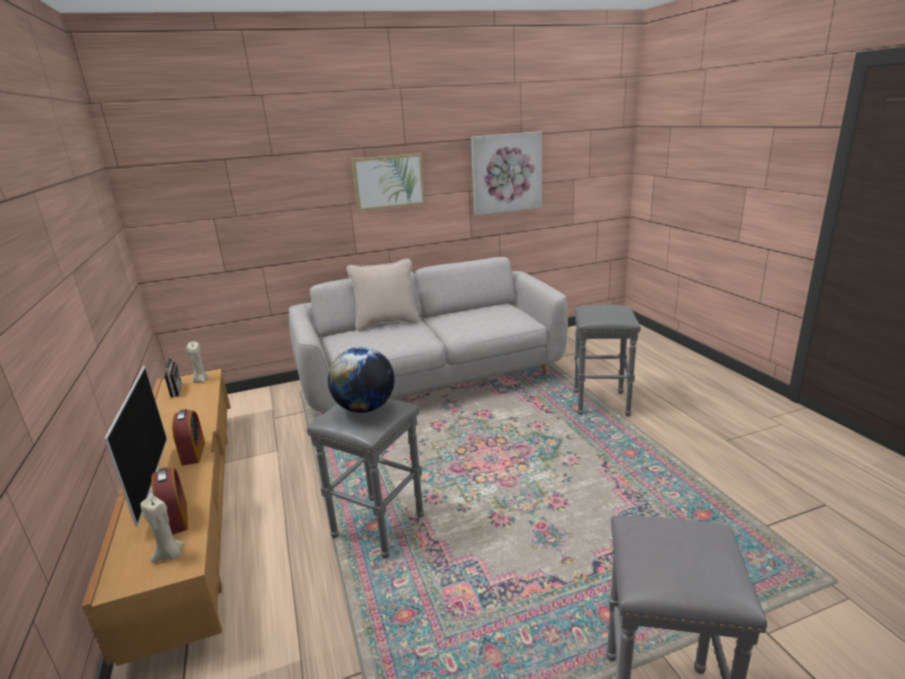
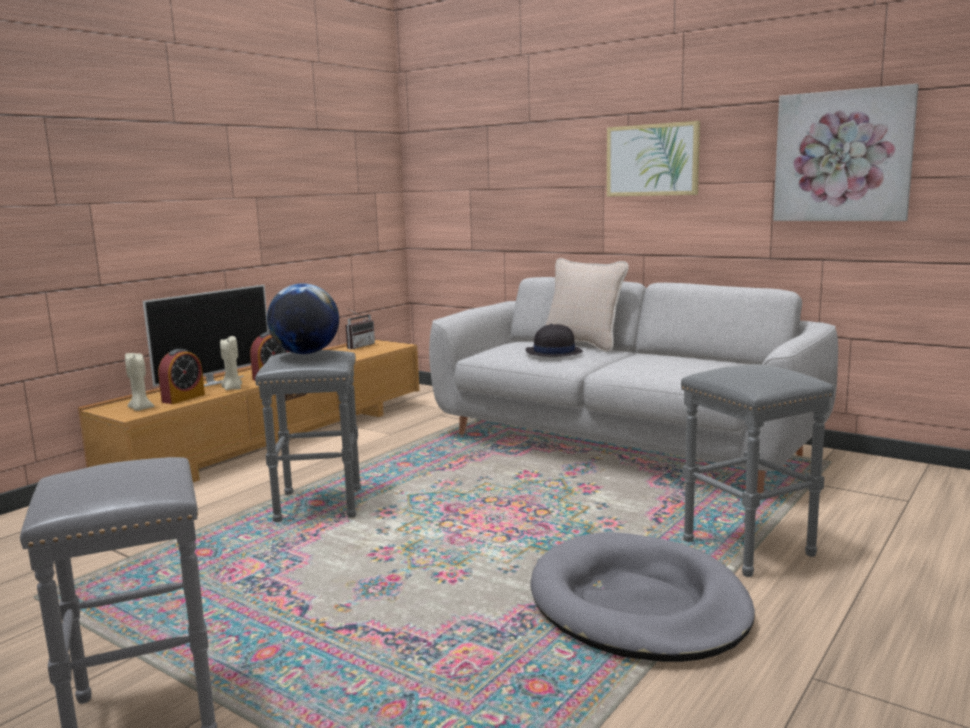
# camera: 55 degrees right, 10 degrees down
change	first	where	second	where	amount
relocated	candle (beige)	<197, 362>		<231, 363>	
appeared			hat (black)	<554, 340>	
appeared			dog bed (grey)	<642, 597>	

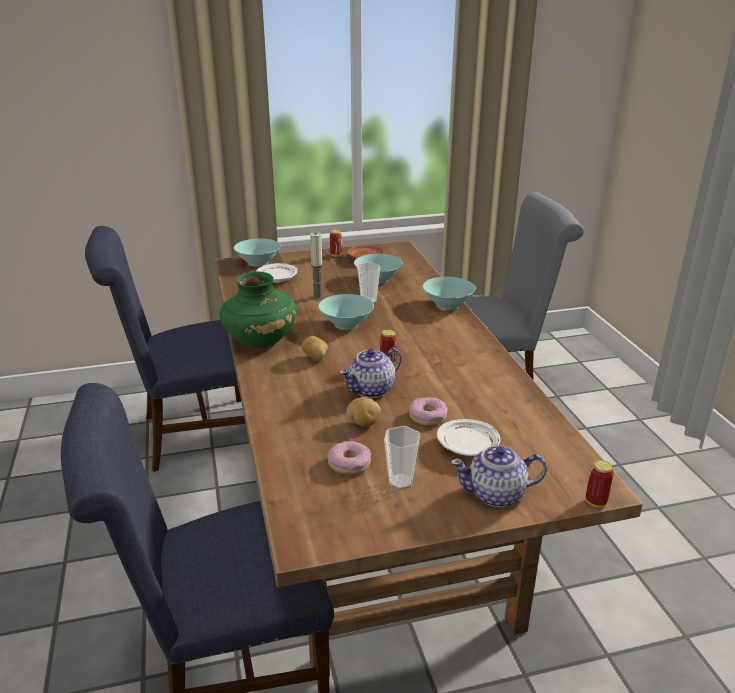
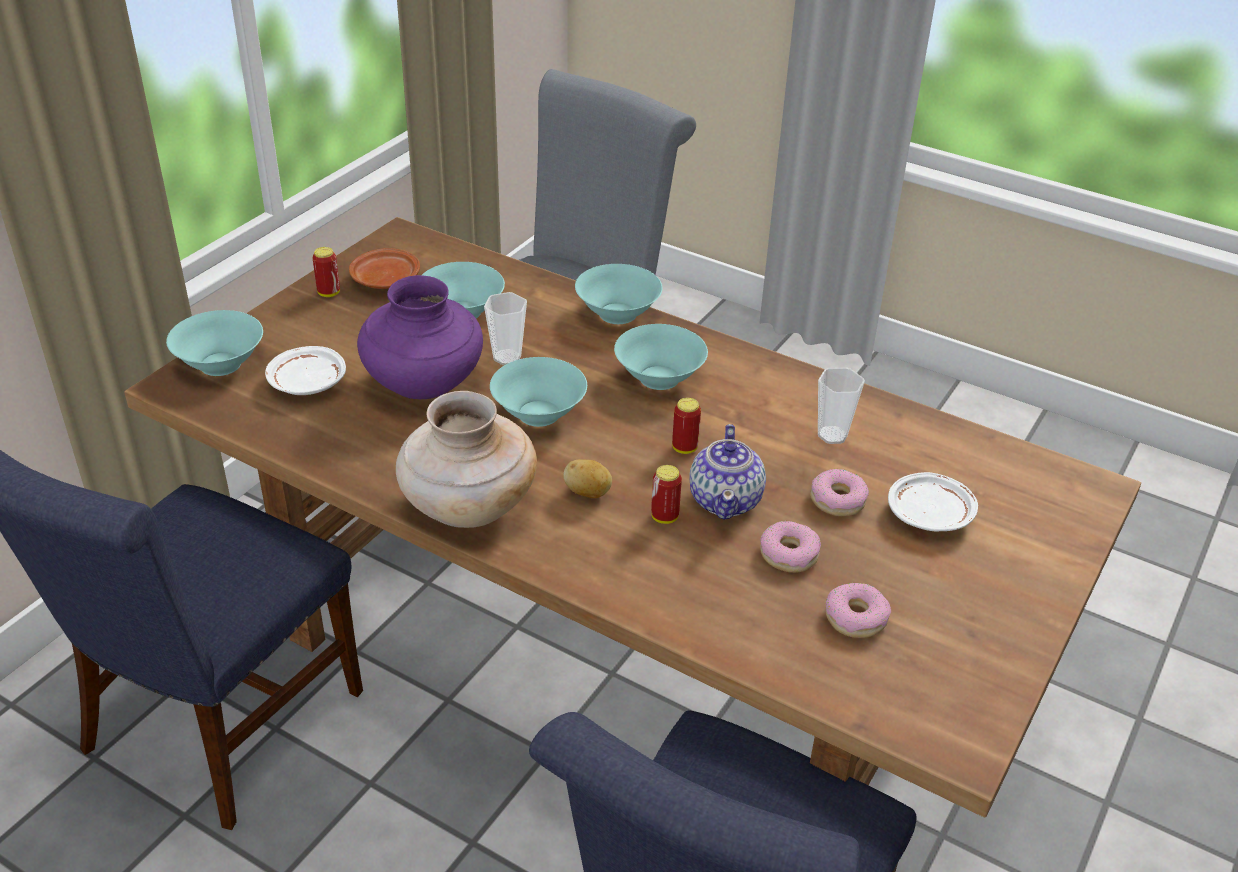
# camera: 45 degrees left, 10 degrees up
change	first	where	second	where	amount
exchanged	candle	<317, 265>	vase (purple)	<420, 337>	
colour	vase (green)	<258, 309>	vase (beige)	<466, 459>	
appeared			bowl (turquoise)	<661, 357>	
relocated	can	<600, 484>		<666, 494>	
exchanged	potato	<363, 412>	donut	<790, 547>	
relocated	cup	<402, 458>		<841, 406>	
missing	teapot	<498, 476>			

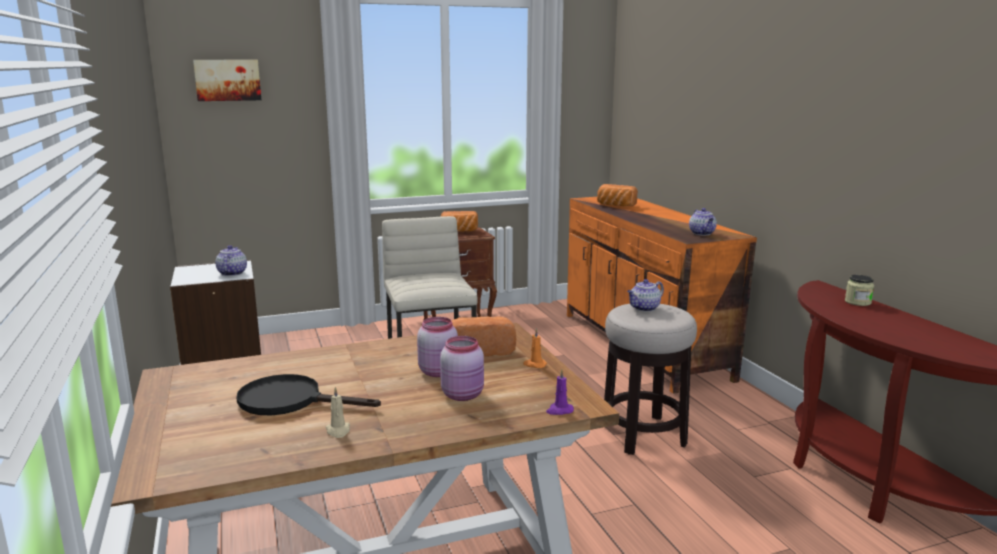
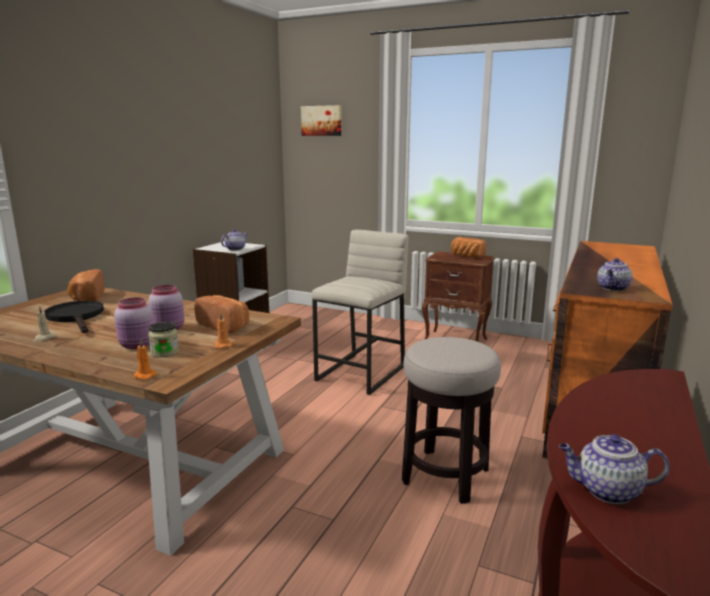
# camera: 45 degrees right, 0 degrees up
change	first	where	second	where	amount
relocated	bread	<617, 195>		<85, 285>	
colour	candle (purple)	<560, 392>	candle (orange)	<145, 359>	
relocated	jar	<859, 290>		<163, 340>	
relocated	teapot	<645, 295>		<614, 469>	

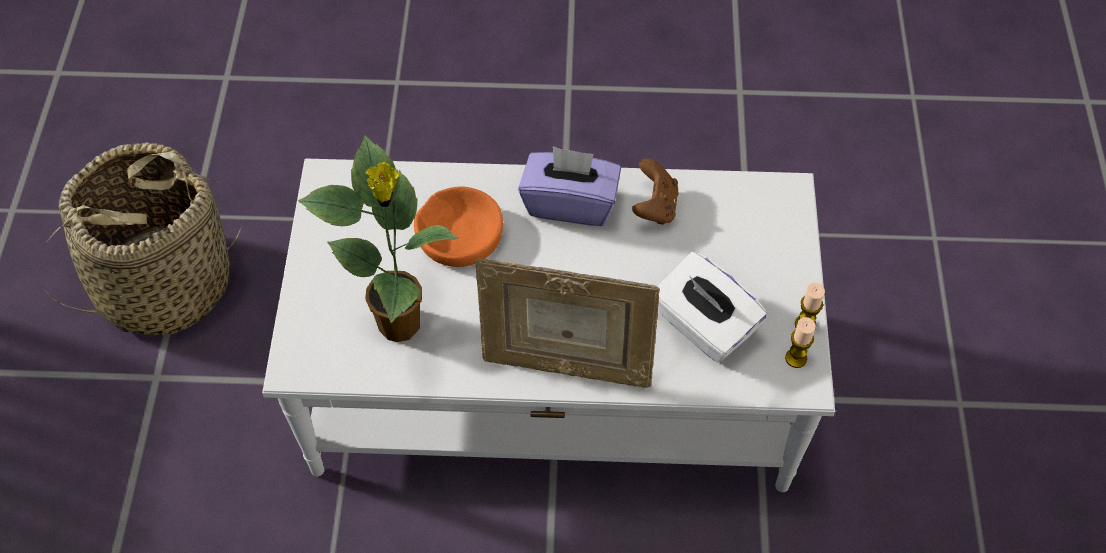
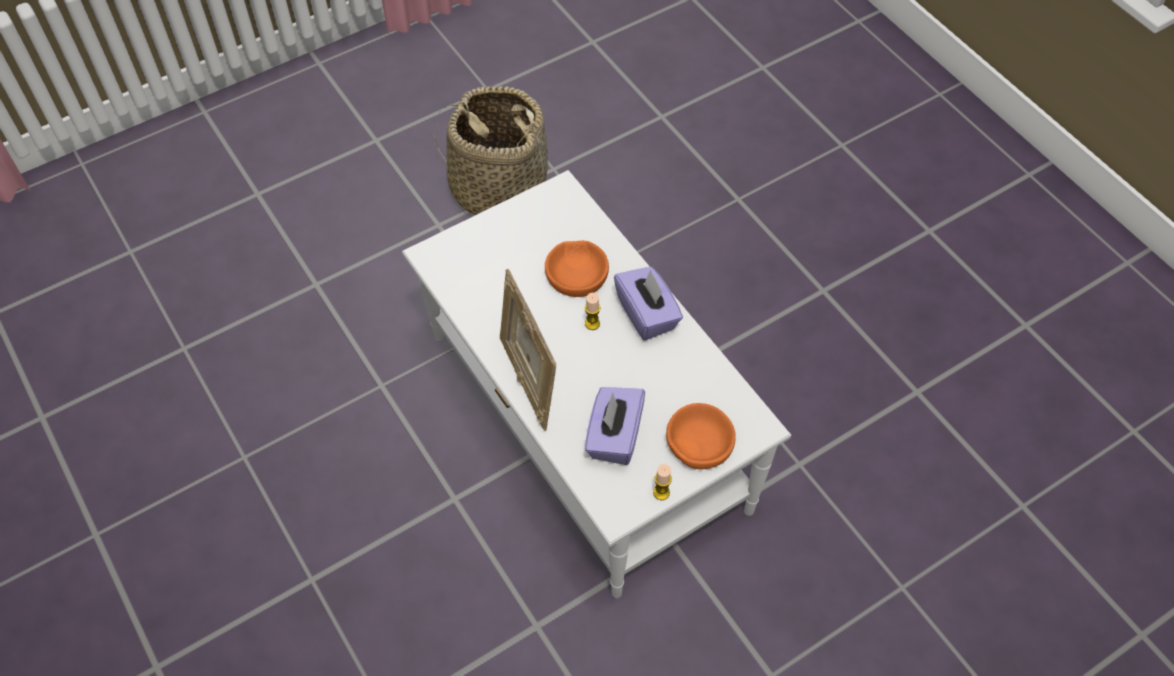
# camera: 55 degrees right, 0 degrees up
change	first	where	second	where	amount
relocated	candle	<800, 342>		<592, 311>	
colour	tissue box (white)	<712, 307>	tissue box (purple)	<615, 426>	
appeared			bowl (orange)	<701, 436>	
missing	potted plant	<378, 238>			
missing	game controller (brown)	<655, 192>			

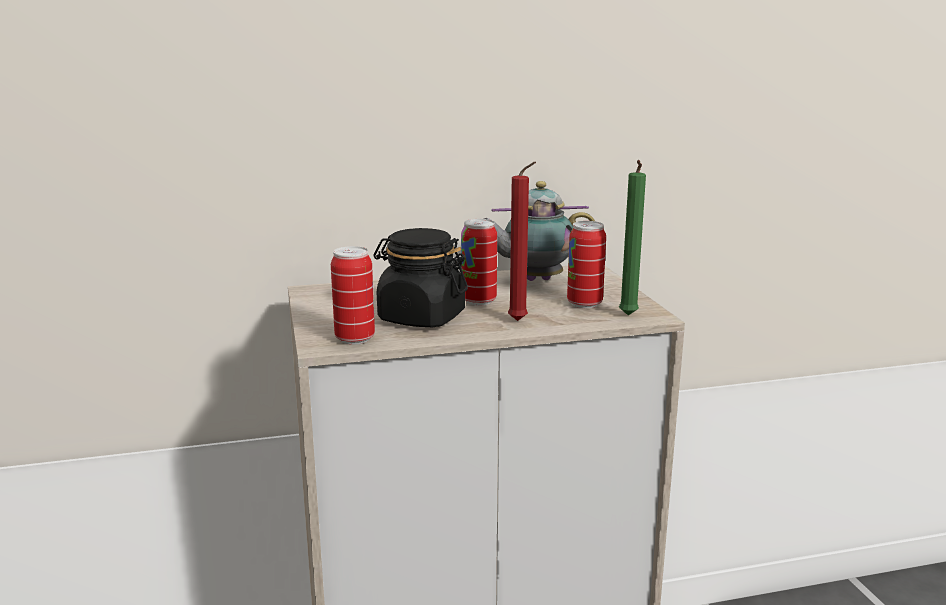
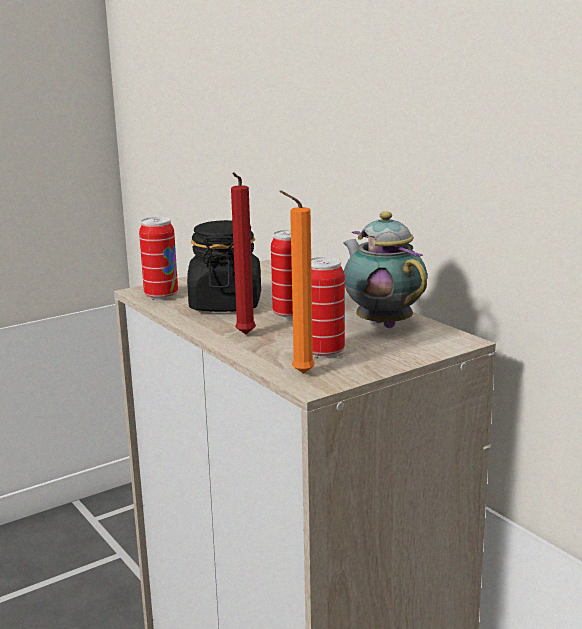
# camera: 70 degrees right, 0 degrees up
change	first	where	second	where	amount
colour	candle (green)	<632, 238>	candle (orange)	<297, 282>	

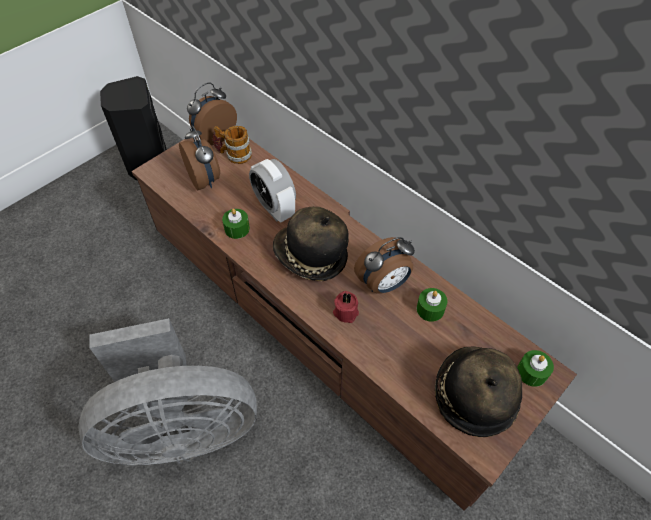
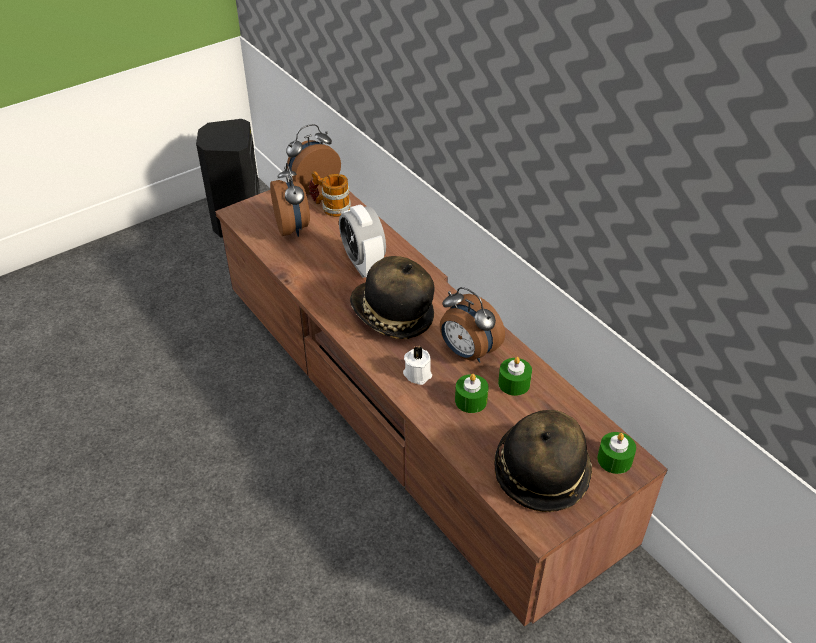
# camera: 10 degrees right, 10 degrees down
change	first	where	second	where	amount
colour	candle (red)	<346, 307>	candle (white)	<417, 365>	
spun	alarm clock	<384, 265>		<472, 325>	60 degrees clockwise
relocated	candle (green)	<236, 224>		<472, 393>	
missing	fan (grey)	<167, 392>			

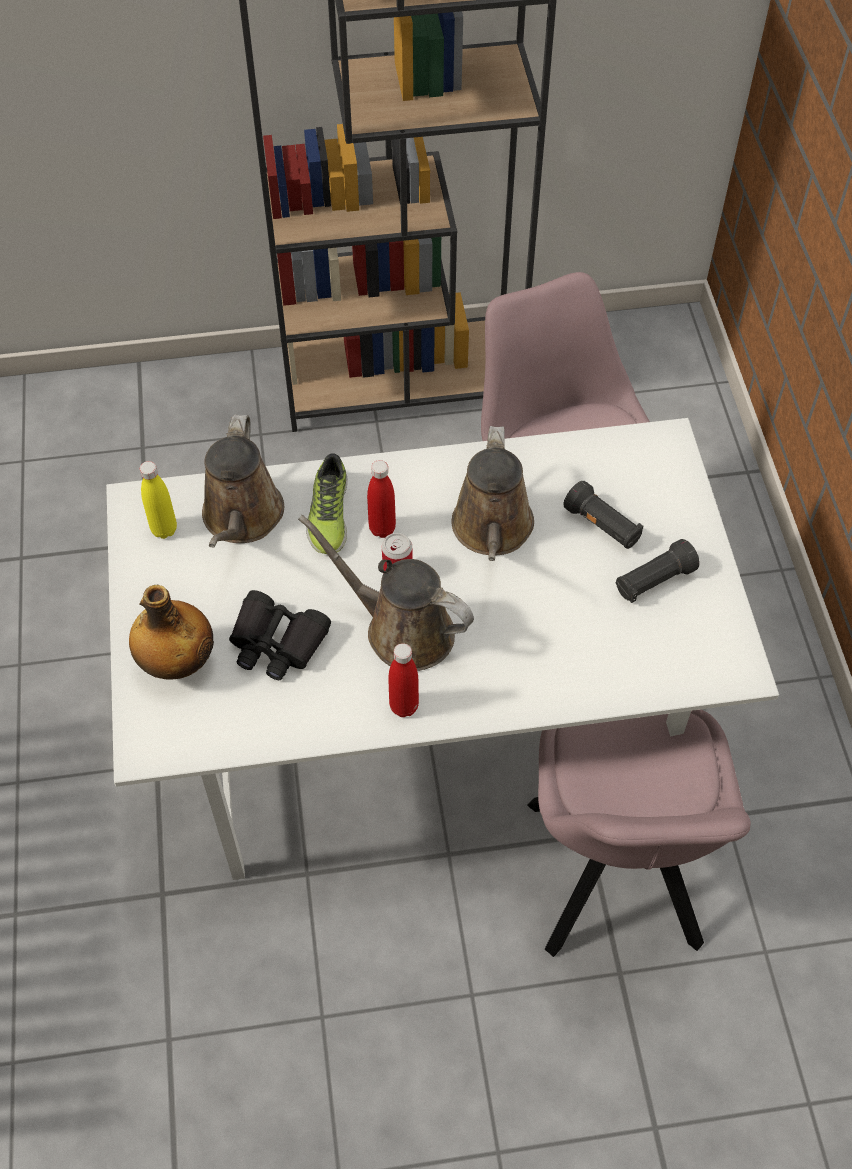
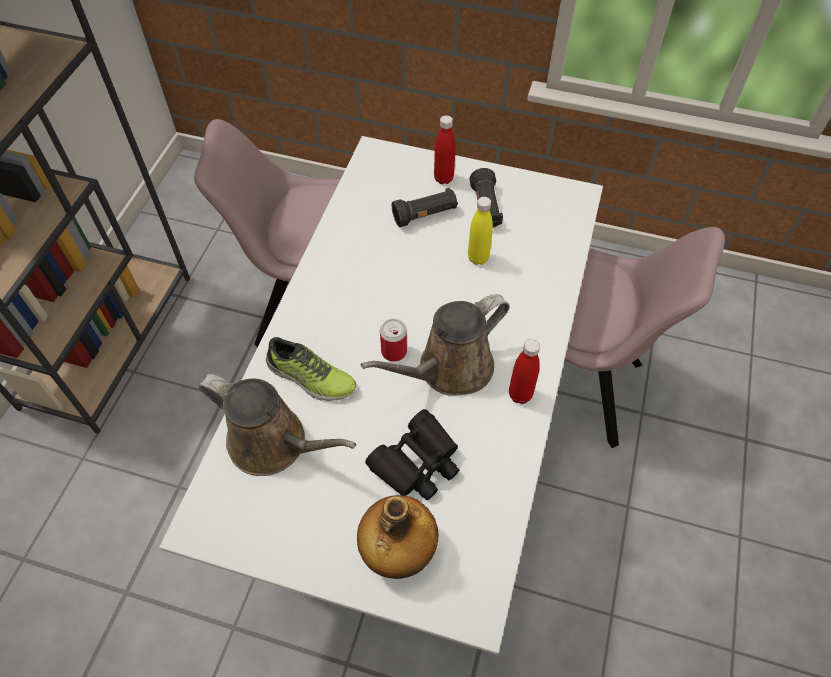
# camera: 65 degrees left, 0 degrees up
change	first	where	second	where	amount
relocated	bottle (red)	<381, 499>		<445, 149>	
relocated	bottle (yellow)	<158, 500>		<480, 231>	
missing	watering can (brown)	<493, 493>			

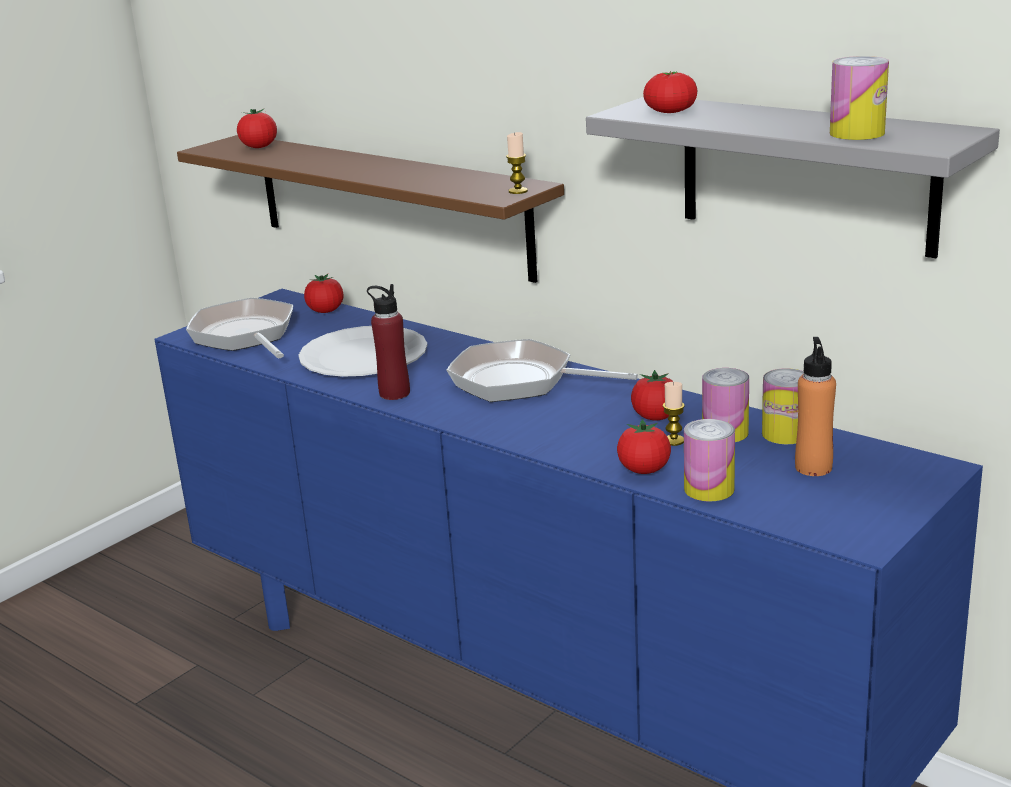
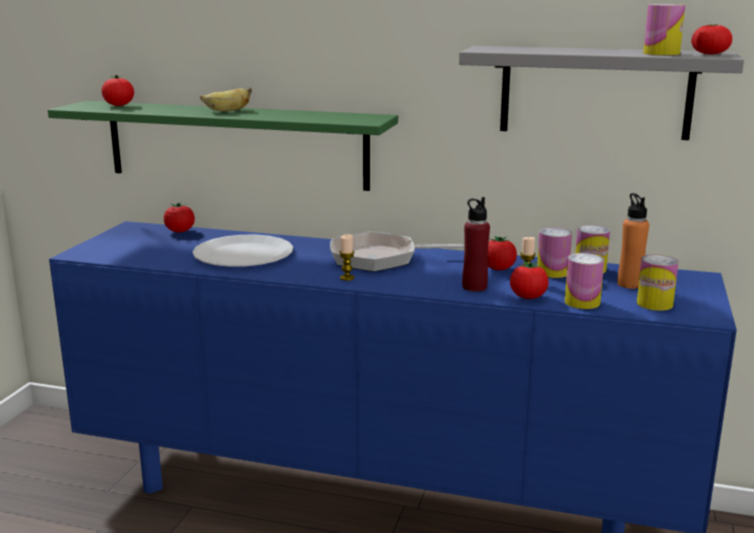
# camera: 25 degrees left, 5 degrees down
change	first	where	second	where	amount
colour	shelf (brown)	<370, 209>	shelf (green)	<223, 146>	
appeared			banana	<226, 99>	
relocated	candle	<517, 163>		<347, 257>	
relocated	bottle (red)	<388, 342>		<476, 244>	
appeared			can	<658, 282>	
relocated	tomato	<670, 92>		<711, 39>	
missing	frying pan	<239, 328>			

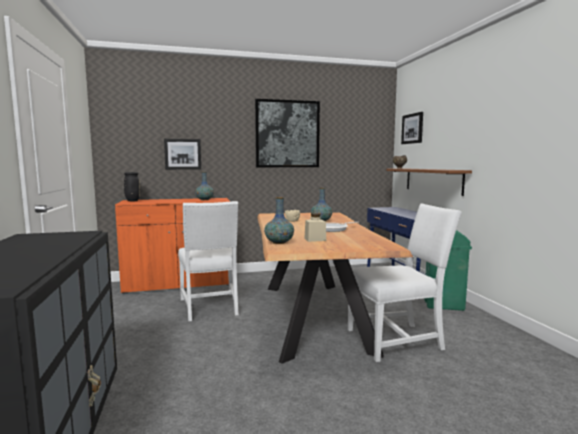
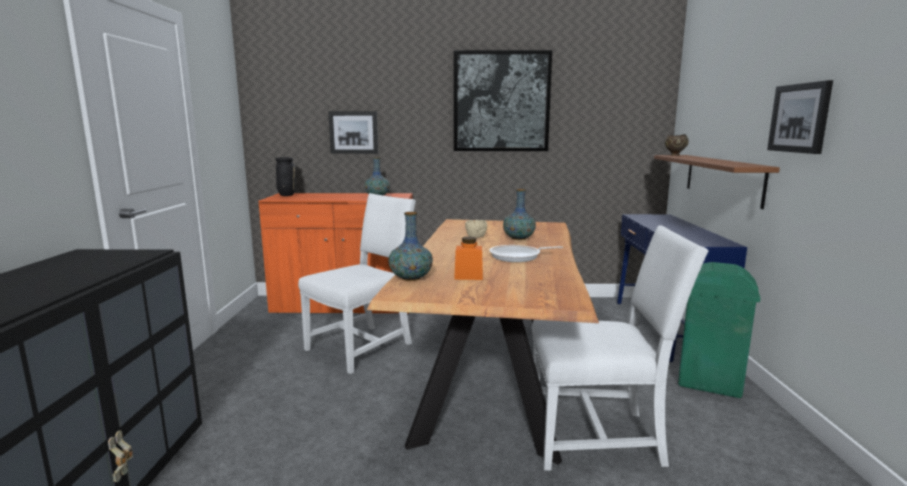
# camera: 15 degrees right, 5 degrees up
change	first	where	second	where	amount
spun	chair (white)	<208, 261>		<357, 283>	135 degrees counterclockwise
colour	jar (beige)	<315, 227>	jar (orange)	<468, 258>	
relocated	picture	<412, 128>		<800, 117>	

